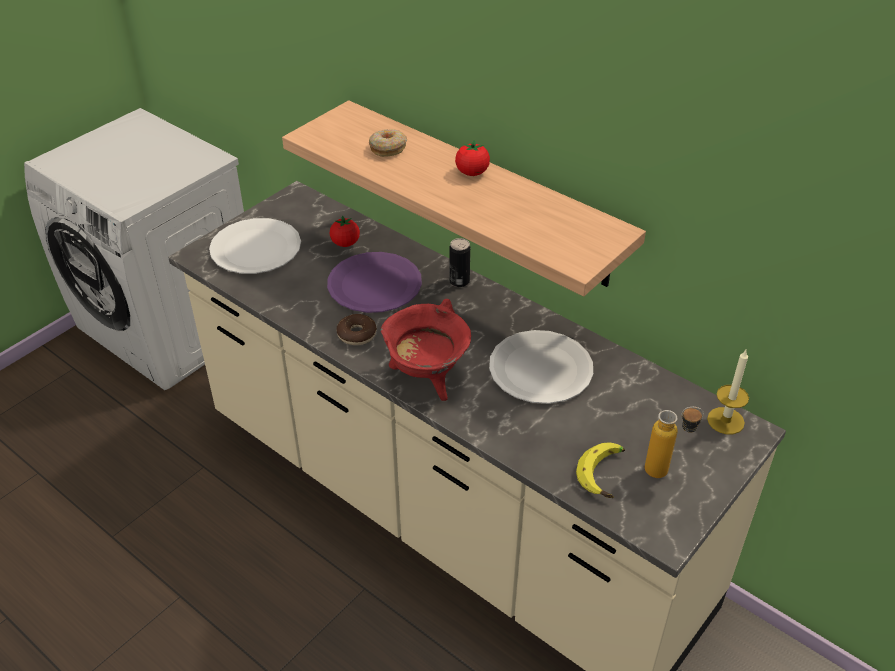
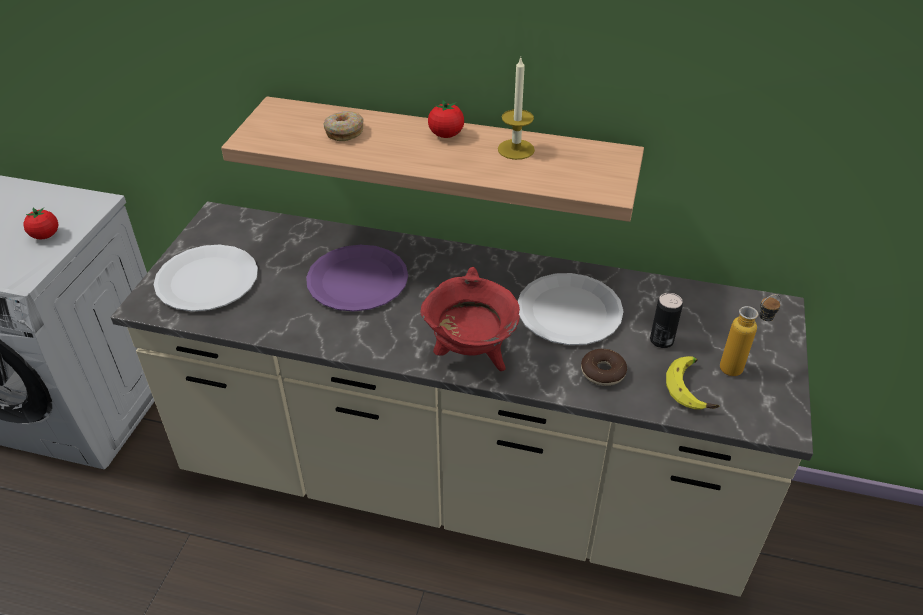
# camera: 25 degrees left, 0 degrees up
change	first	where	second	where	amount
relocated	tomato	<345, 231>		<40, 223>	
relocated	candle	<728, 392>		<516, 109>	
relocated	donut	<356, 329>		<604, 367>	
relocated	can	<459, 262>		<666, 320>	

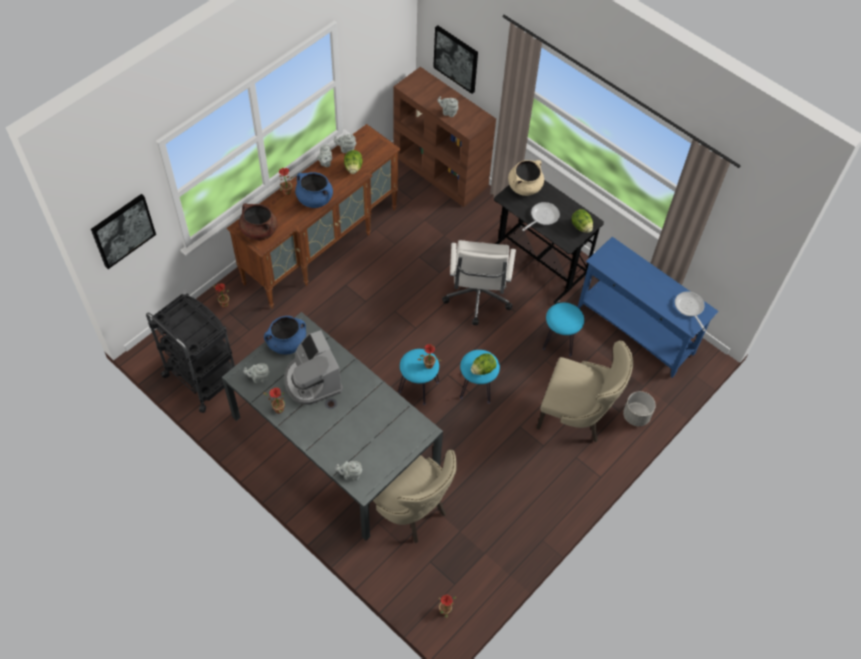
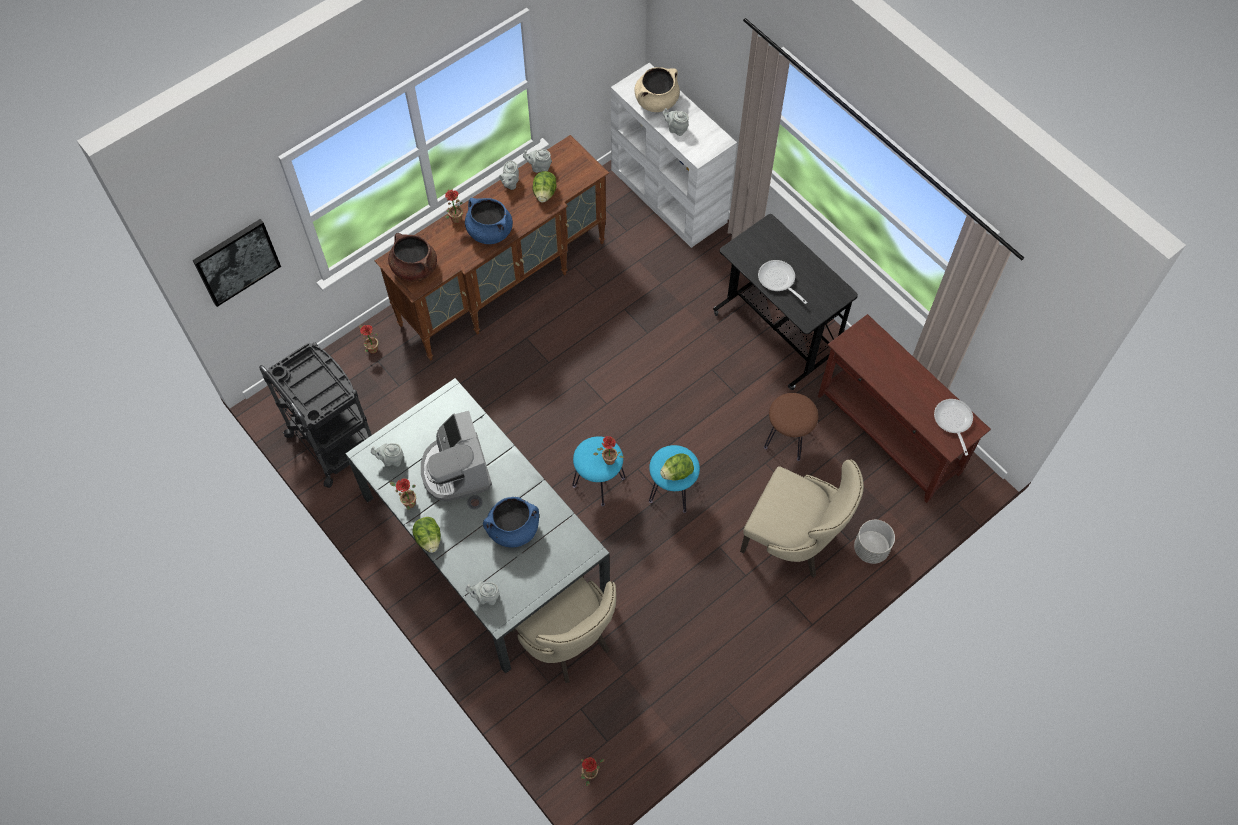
# camera: 10 degrees right, 5 degrees up
change	first	where	second	where	amount
relocated	lettuce	<582, 221>		<426, 535>	
relocated	cooking pot (blue)	<285, 335>		<511, 522>	
colour	bookcase (brown)	<444, 137>	bookcase (white)	<674, 155>	
relocated	cooking pot (beige)	<526, 178>		<657, 89>	
spun	frying pan	<541, 216>		<782, 282>	90 degrees counterclockwise
colour	stool (turquoise)	<563, 330>	stool (brown)	<791, 427>	
colour	console table (blue)	<648, 307>	console table (brown)	<904, 408>	
missing	picture	<455, 60>			
missing	office chair (white)	<479, 282>			

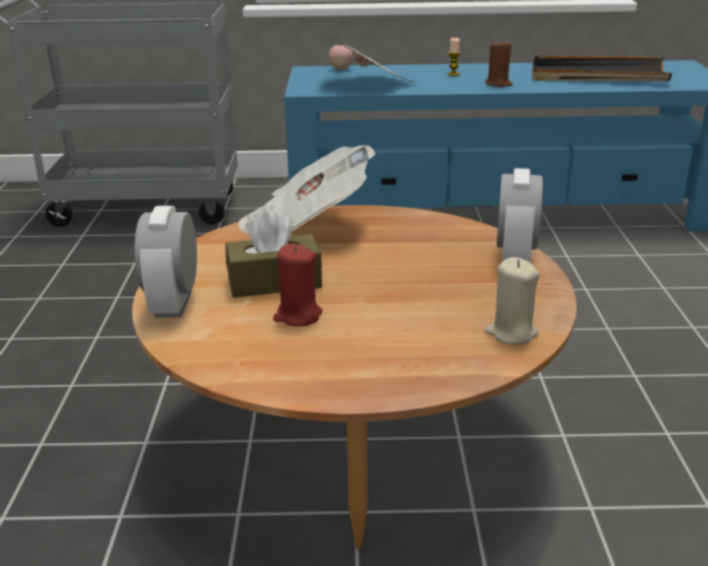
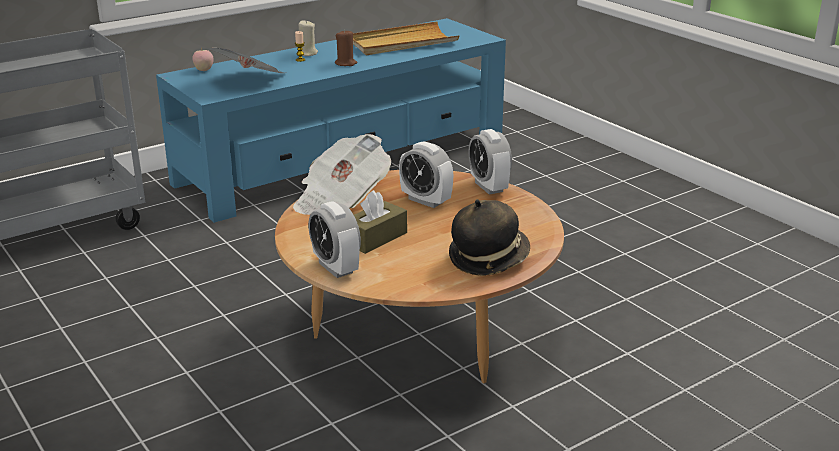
# camera: 35 degrees left, 0 degrees up
change	first	where	second	where	amount
relocated	candle (beige)	<512, 301>		<308, 38>	
colour	tray (black)	<602, 68>	tray (beige)	<406, 38>	
appeared			alarm clock	<426, 174>	
appeared			hat	<489, 237>	
missing	candle (red)	<297, 285>			

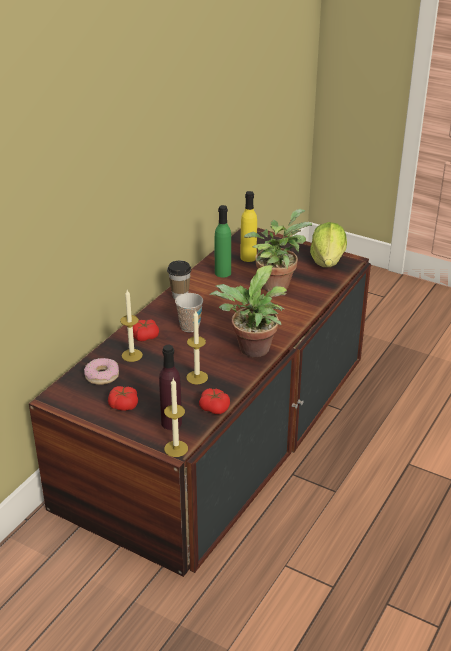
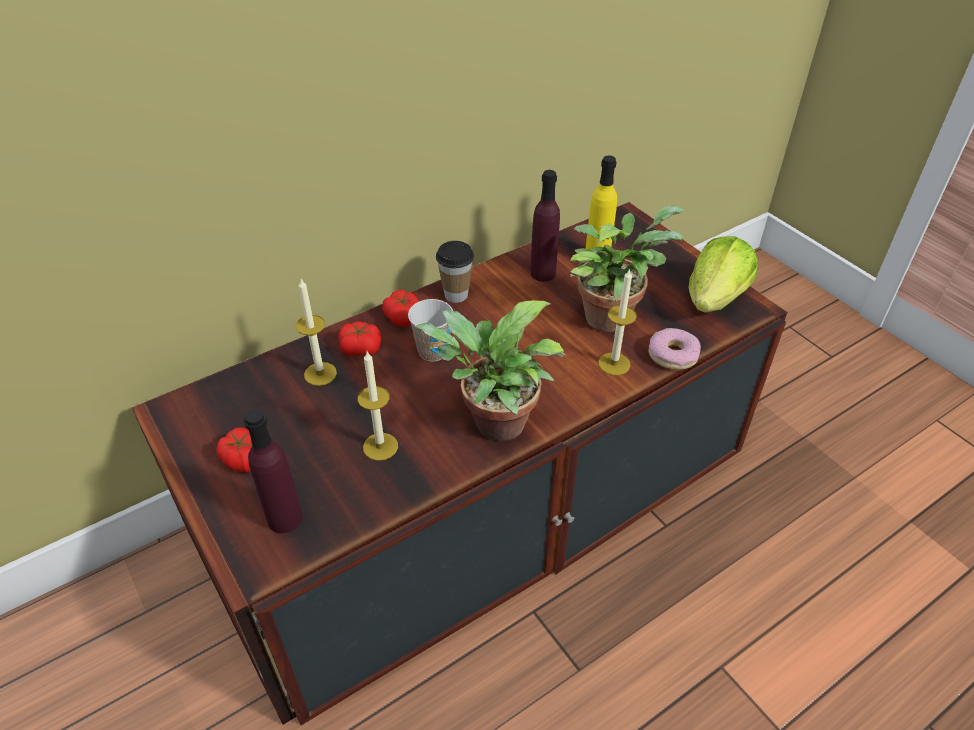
# camera: 25 degrees right, 10 degrees up
change	first	where	second	where	amount
relocated	tomato	<214, 401>		<400, 308>	
colour	bottle (green)	<223, 241>	bottle (purple)	<545, 226>	
relocated	candle	<176, 417>		<617, 321>	
relocated	donut	<101, 371>		<674, 349>	

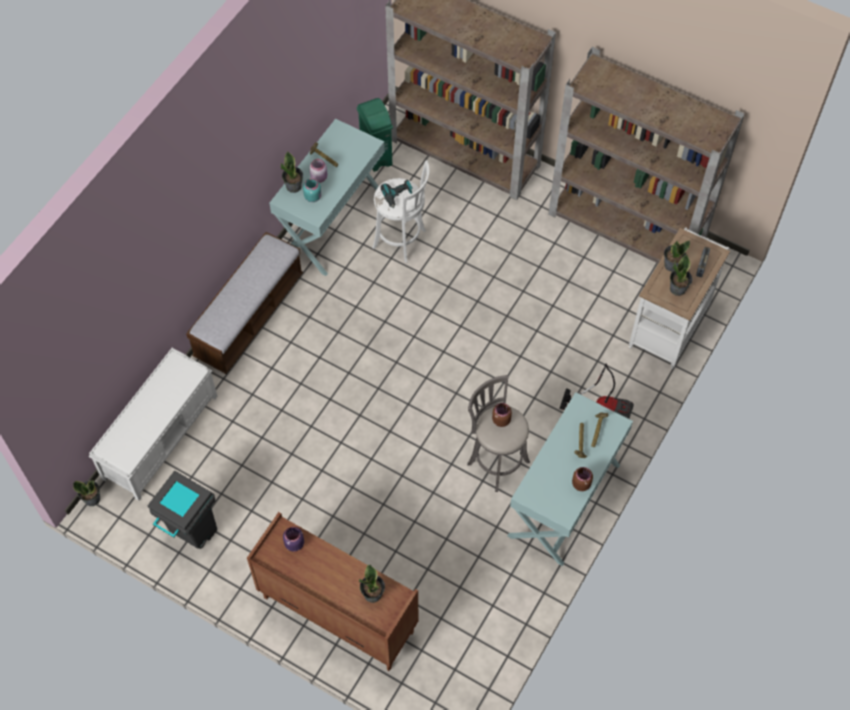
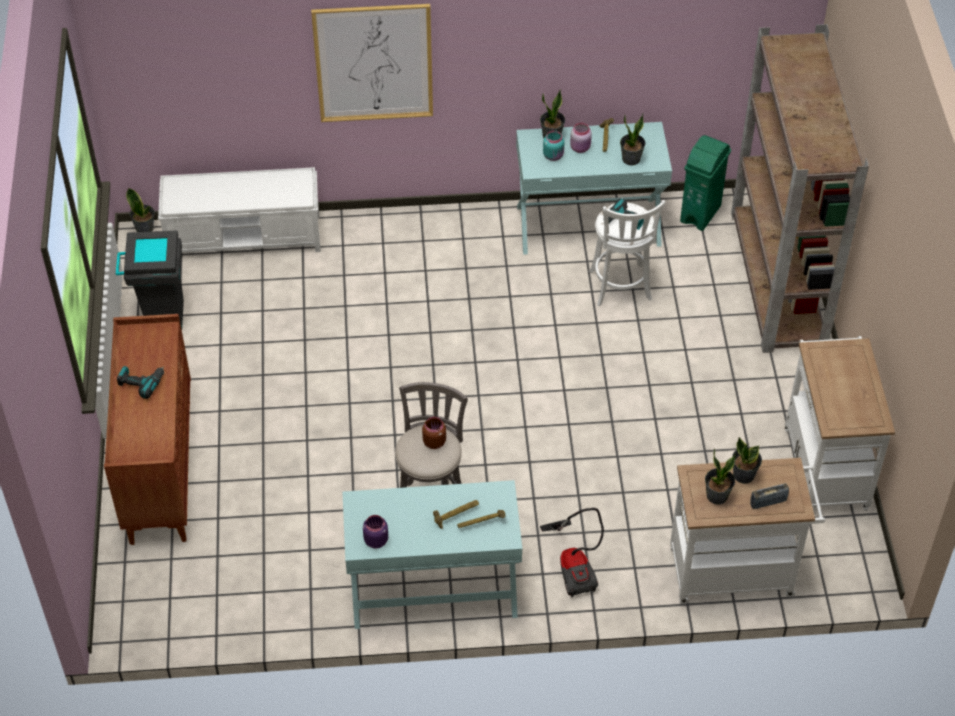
# camera: 55 degrees right, 10 degrees down
change	first	where	second	where	amount
appeared			power drill	<140, 382>	
appeared			picture	<372, 63>	
relocated	jar (purple)	<293, 539>		<375, 531>	
relocated	potted plant	<372, 583>		<633, 139>	
exchanged	bookcase (brown)	<646, 155>	cart (white)	<840, 423>	
missing	bench	<244, 303>			
missing	jar (brown)	<582, 479>			

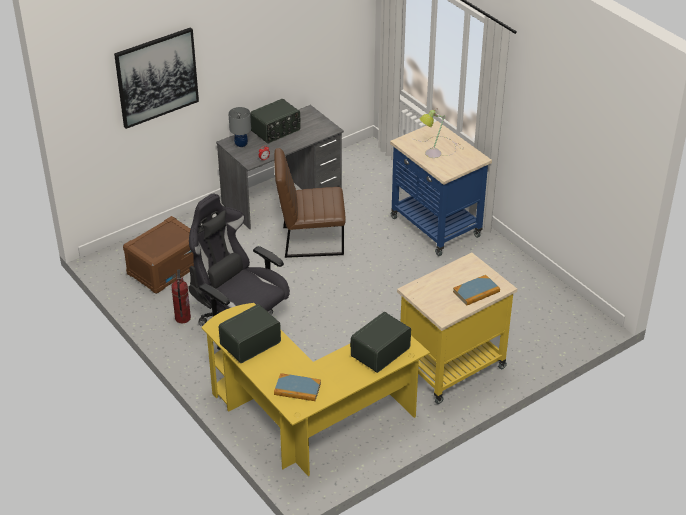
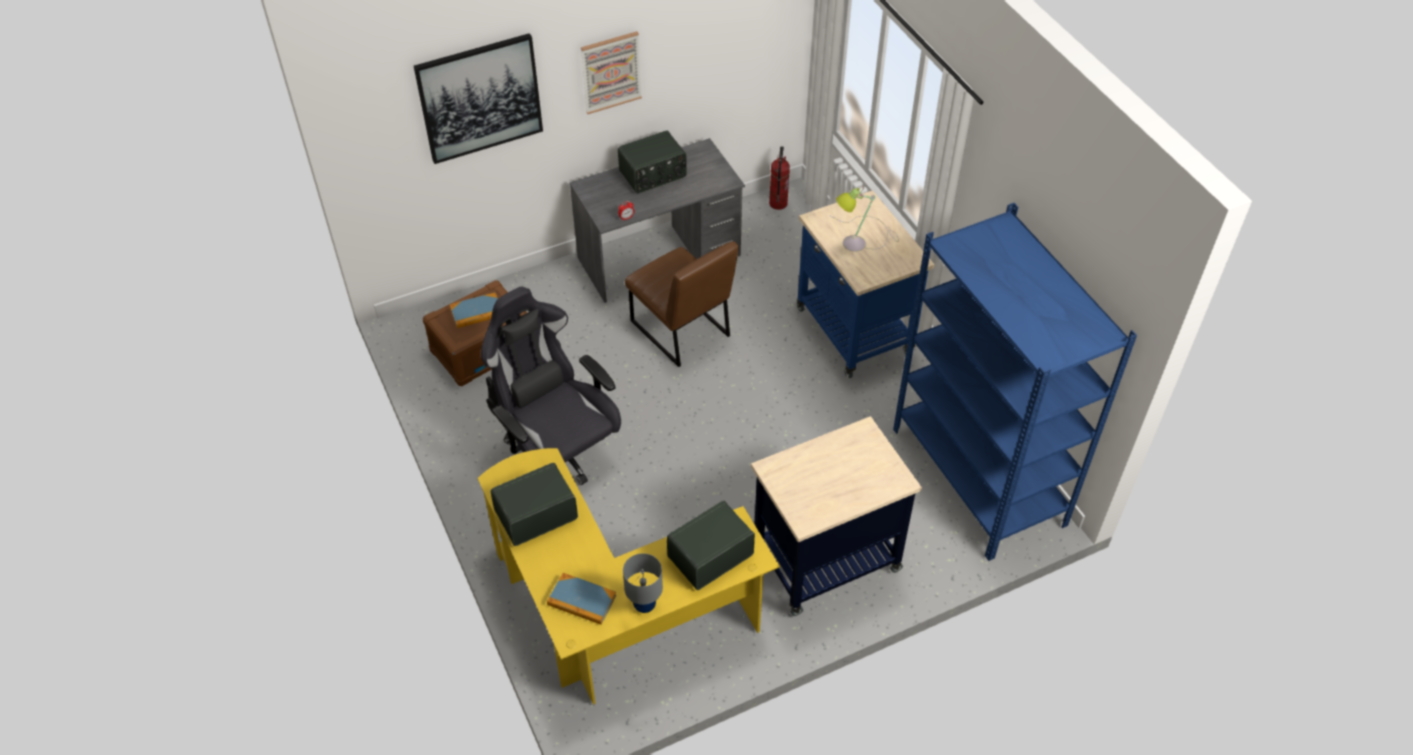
# camera: 10 degrees right, 10 degrees up
change	first	where	second	where	amount
relocated	book	<476, 290>		<474, 310>	
appeared			picture	<611, 72>	
relocated	table lamp (grey)	<239, 127>		<643, 583>	
spun	chair (brown)	<310, 203>		<682, 304>	135 degrees counterclockwise
colour	cart (yellow)	<457, 328>	cart (blue)	<836, 516>	
relocated	fire extinguisher	<181, 296>		<779, 178>	
appeared			bookcase (blue)	<1015, 382>	

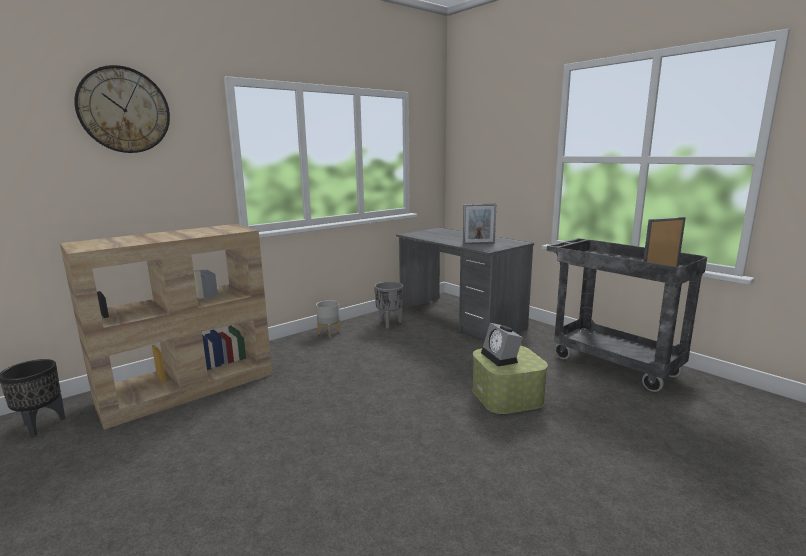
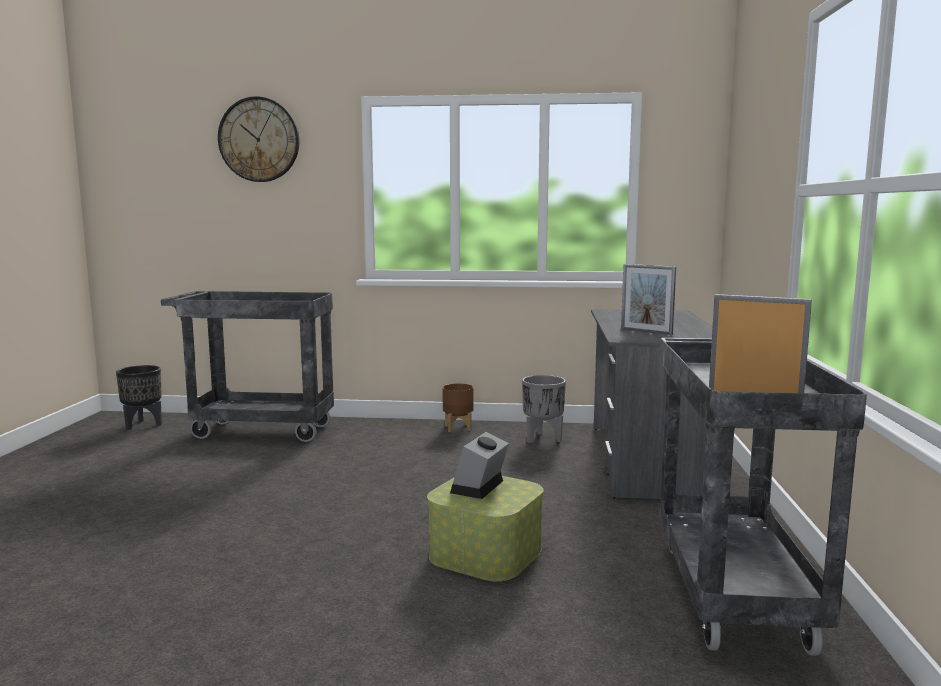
# camera: 45 degrees right, 5 degrees down
change	first	where	second	where	amount
exchanged	bookcase (brown)	<166, 327>	cart (grey)	<247, 366>	
colour	planter (grey)	<328, 318>	planter (brown)	<458, 407>	

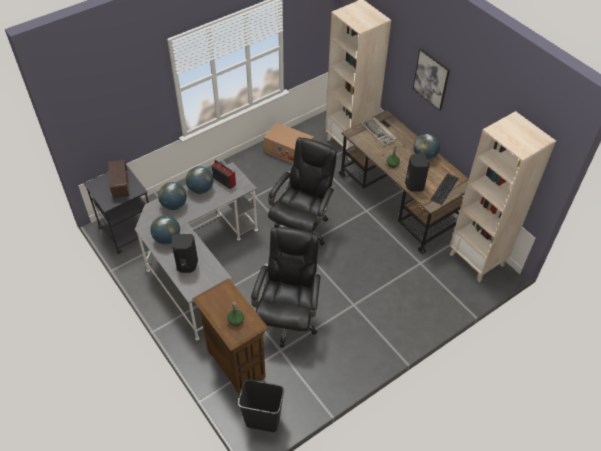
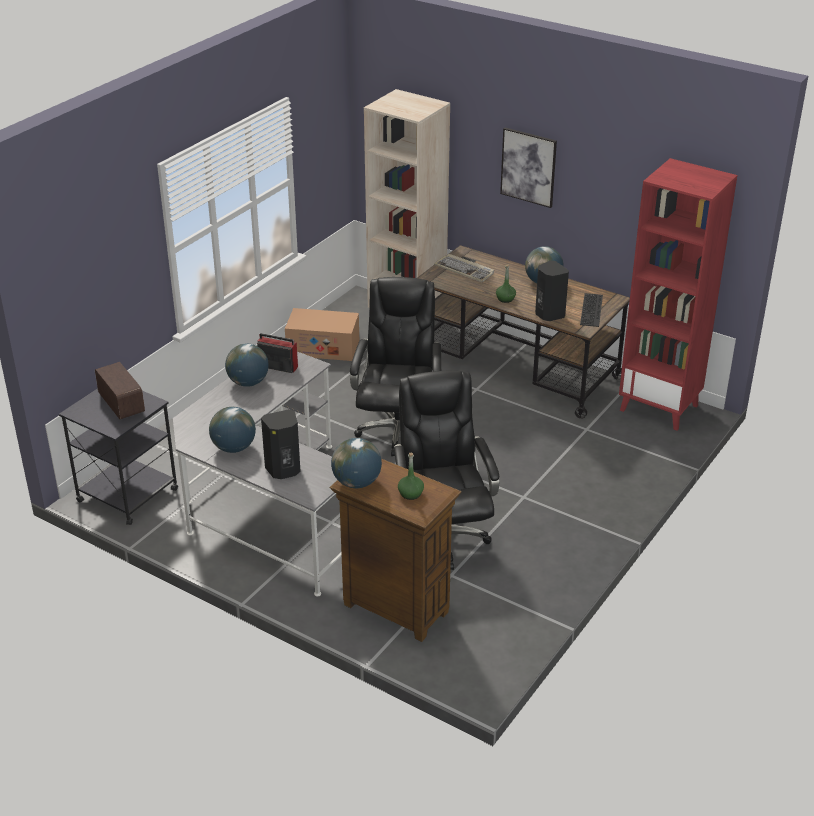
# camera: 20 degrees left, 15 degrees down
change	first	where	second	where	amount
relocated	globe	<172, 196>		<356, 463>	
colour	bookcase (beige)	<503, 196>	bookcase (red)	<678, 294>	
missing	trash can (black)	<261, 405>			

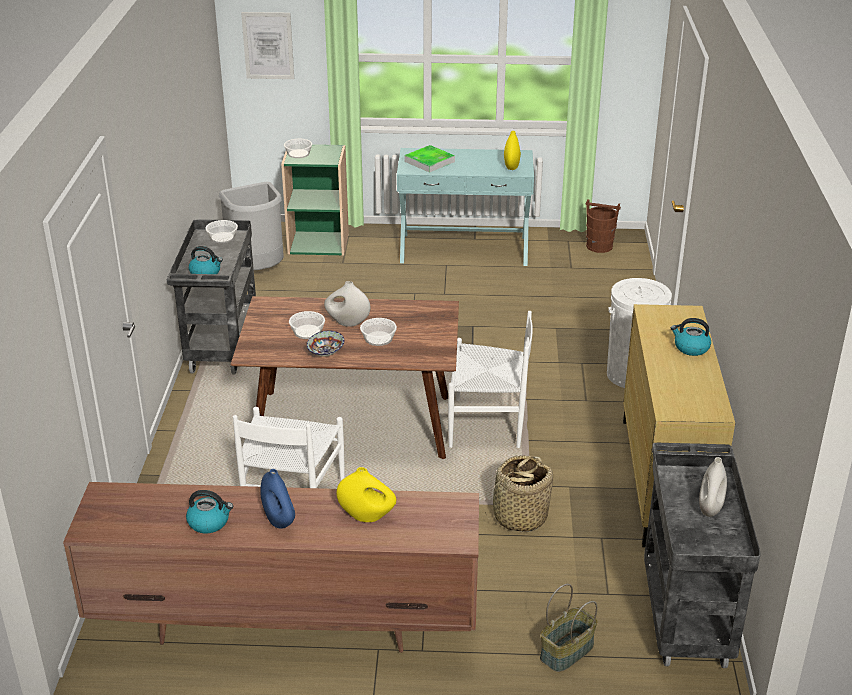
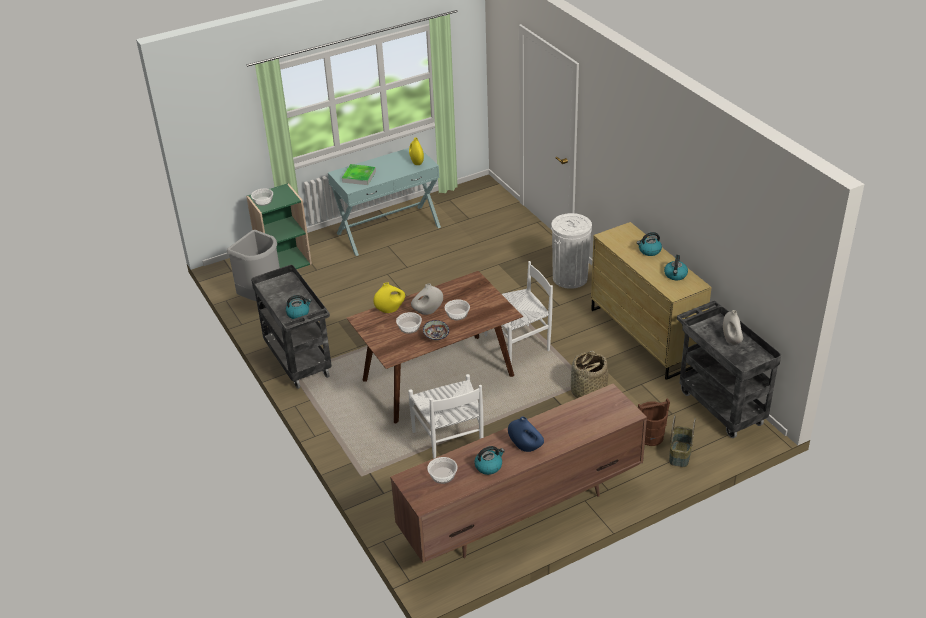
# camera: 30 degrees left, 5 degrees up
change	first	where	second	where	amount
relocated	vase (yellow)	<366, 494>		<389, 297>	
relocated	bowl	<221, 231>		<442, 470>	
relocated	bucket (brown)	<603, 226>		<654, 422>	
appeared			kettle	<676, 267>	
missing	picture	<267, 45>			

